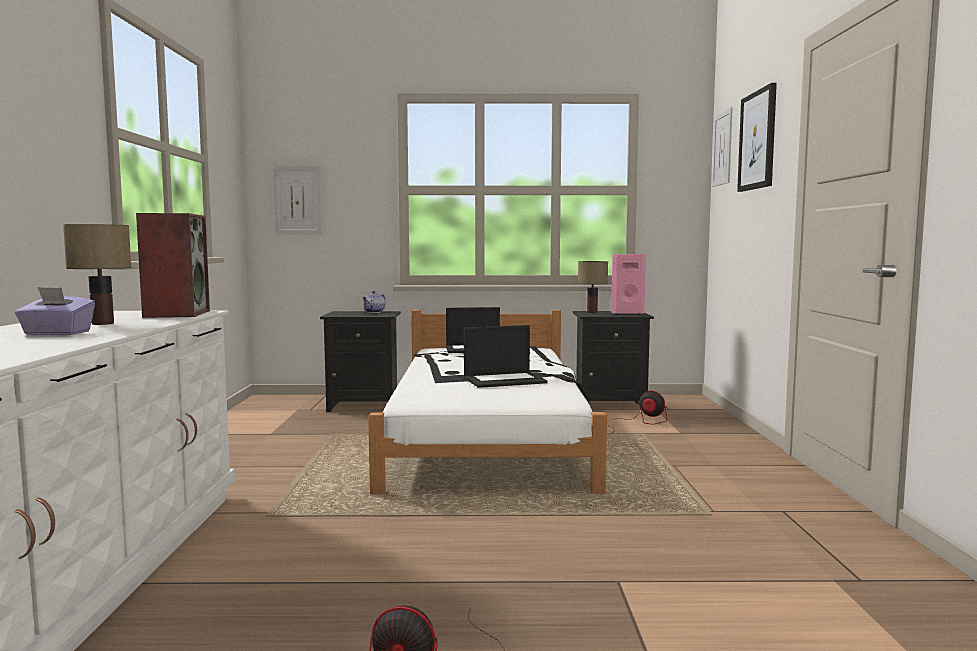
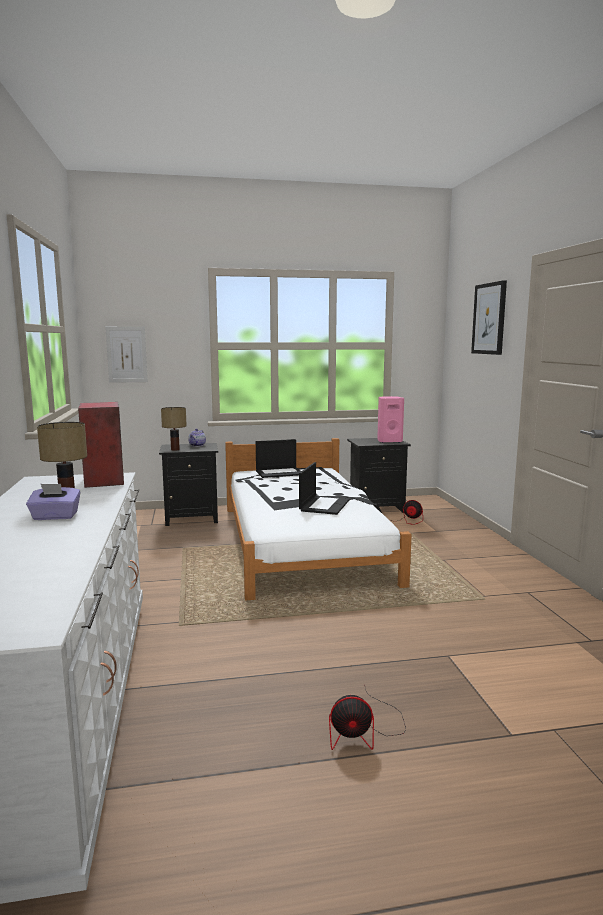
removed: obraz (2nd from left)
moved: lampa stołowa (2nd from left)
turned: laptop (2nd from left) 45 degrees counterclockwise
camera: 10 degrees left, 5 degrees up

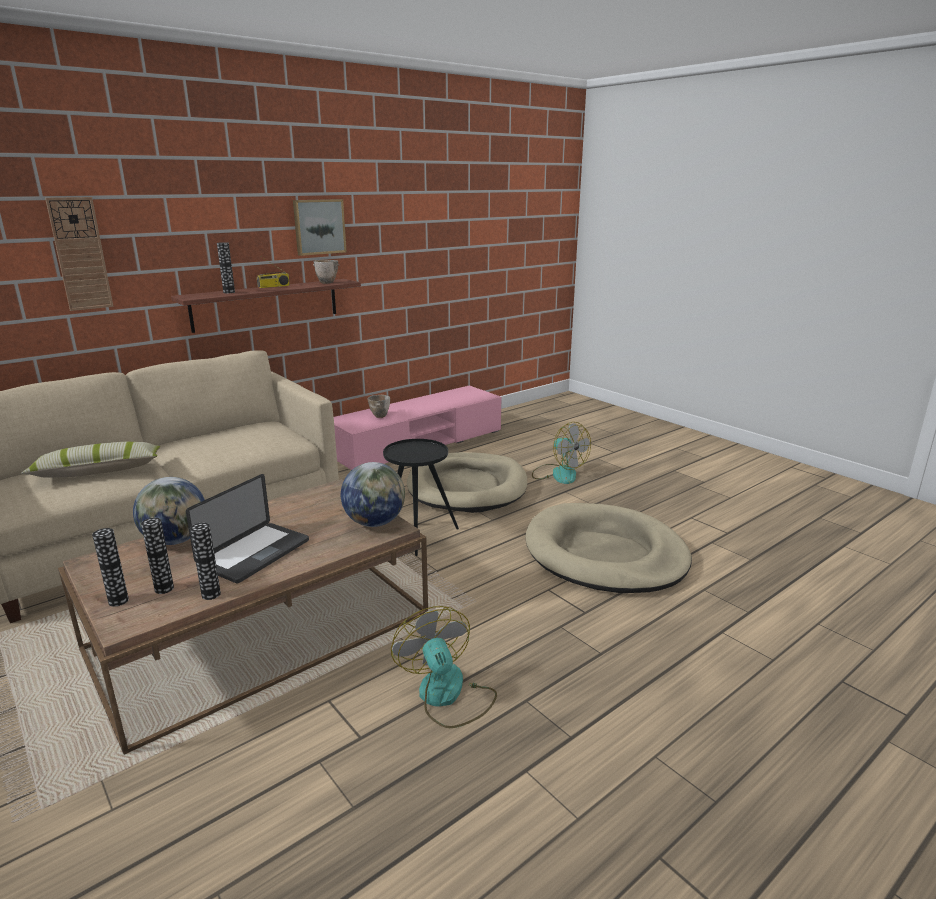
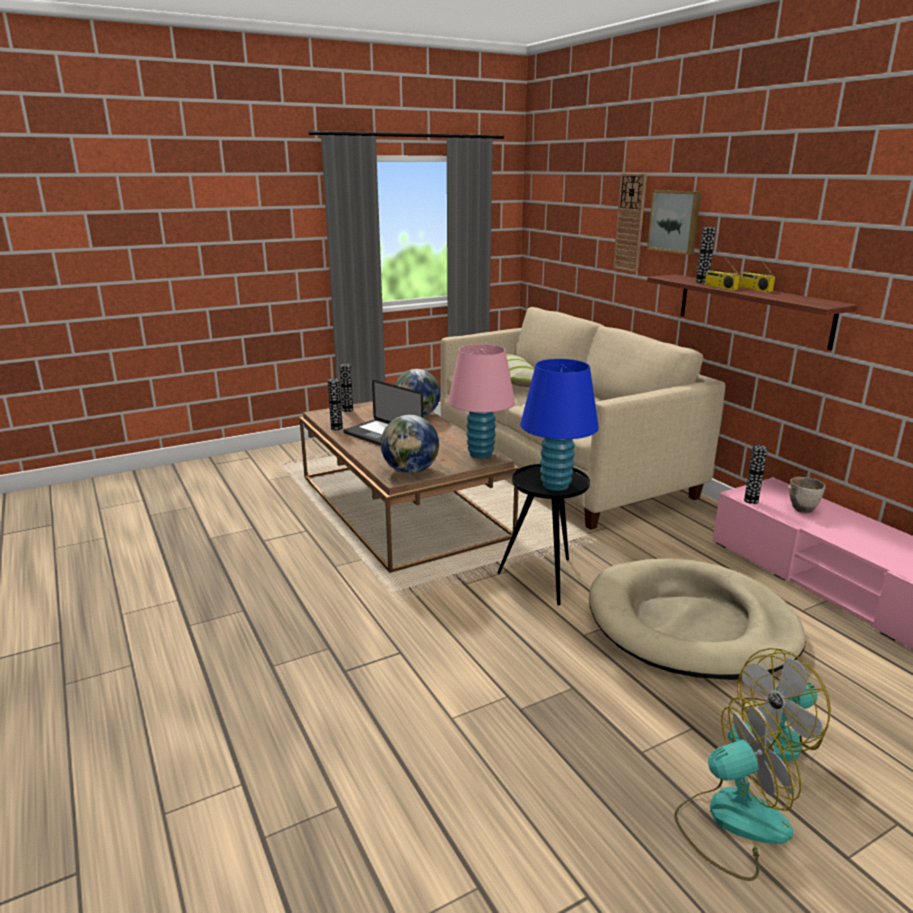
removed: miska (1st from left); legowisko/beżowy (2nd from left)
added: radio (1st from left); lampa stołowa/różowy; lampa stołowa/niebieski
moved: obraz; wazon (2nd from left in the first image) to wazon (4th from left); wentylator (1st from left)
camera: 100 degrees right, 0 degrees up

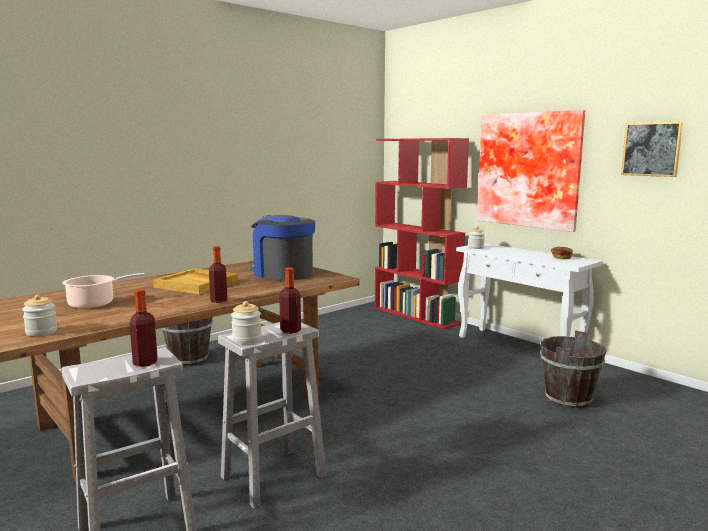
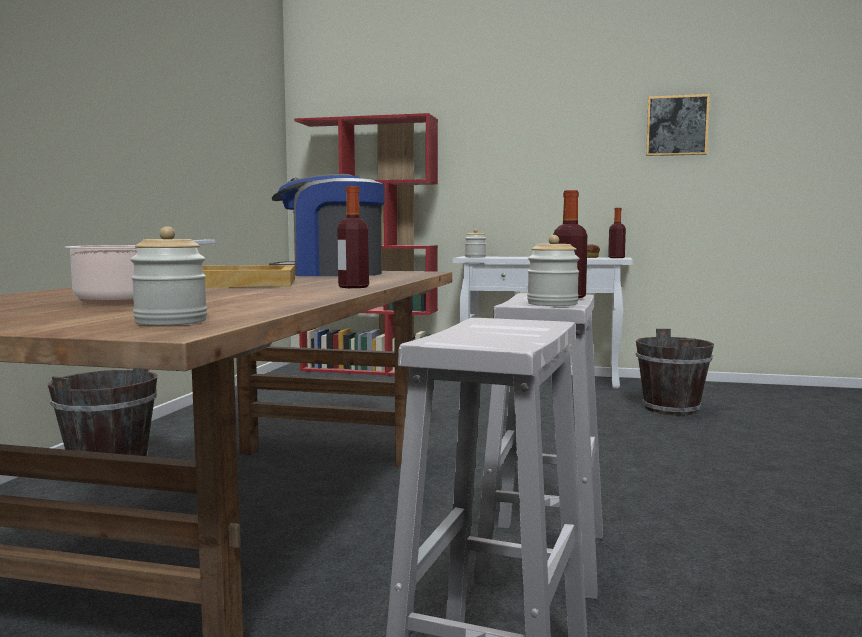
removed: obraz (1st from left)
moved: butelka (1st from left in the first image) to butelka (3rd from left)
camera: 35 degrees left, 5 degrees down

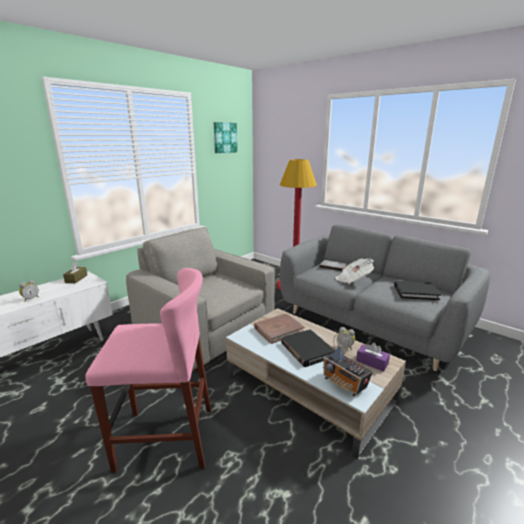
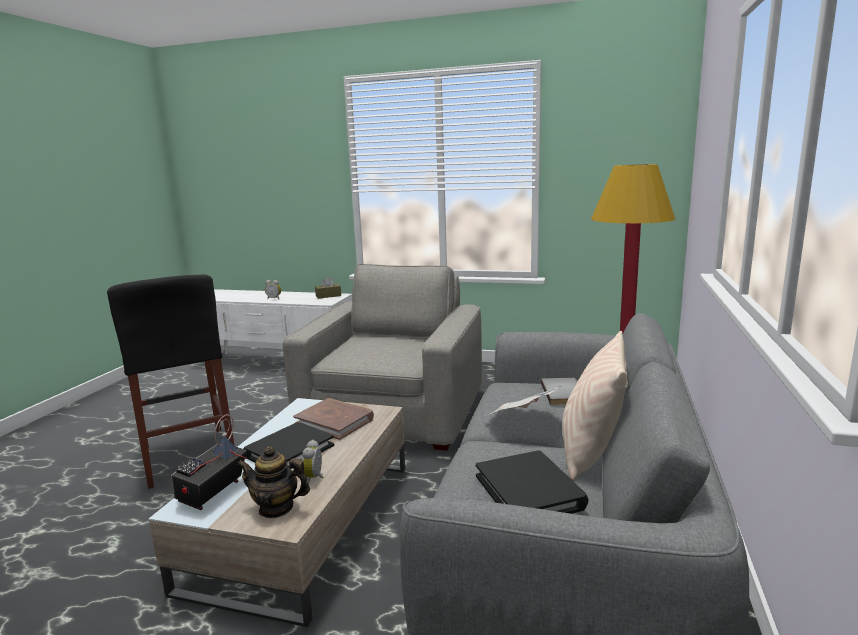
removed: obraz
added: poduszka/beżowy
replaced: pudełko chusteczek/fioletowy to imbryk
recoloured: stołek/różowy to stołek/czarny
camera: 65 degrees right, 5 degrees down

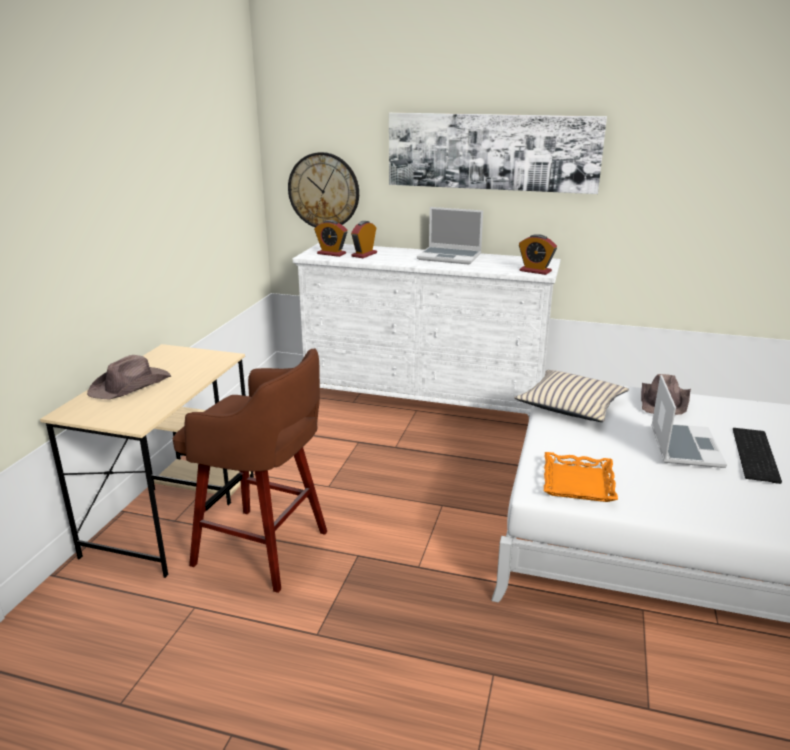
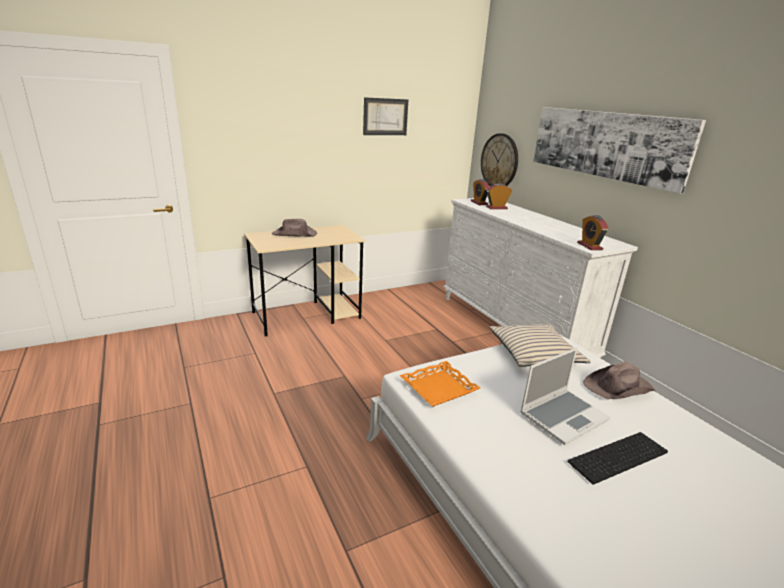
removed: laptop (1st from left); stołek/brązowy
added: obraz (1st from left)
camera: 45 degrees right, 0 degrees up

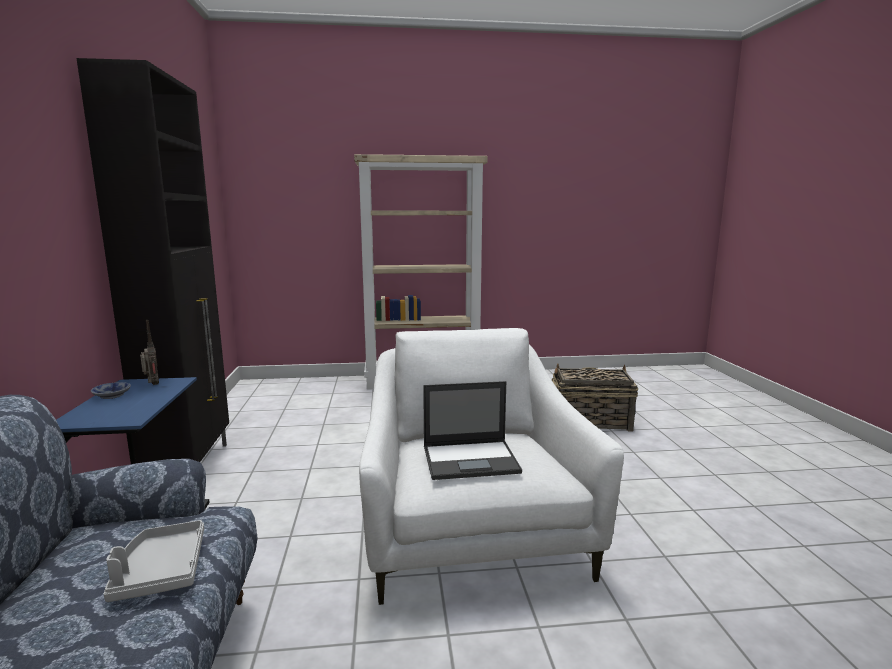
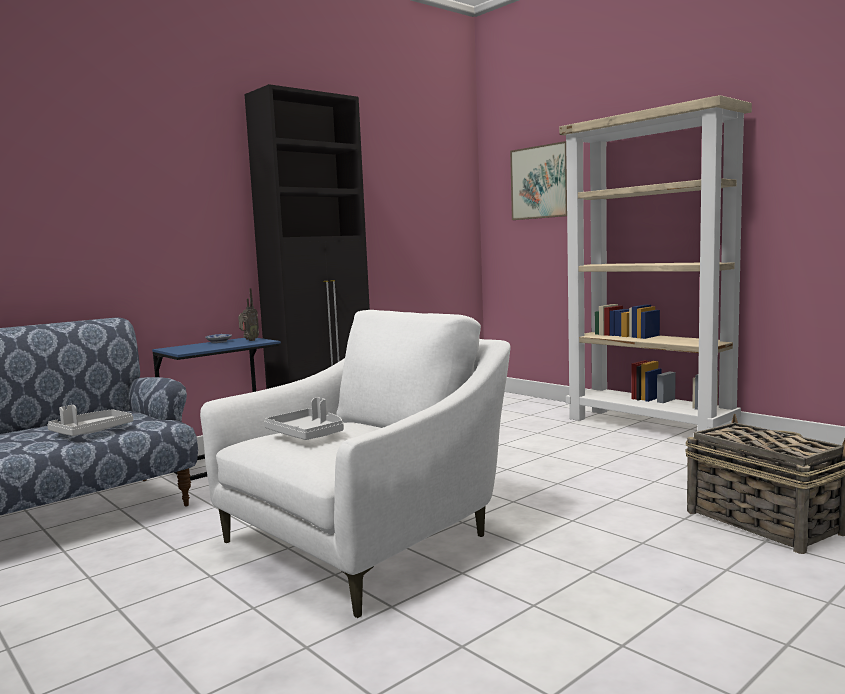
added: obraz
replaced: laptop to taca/szary (2nd from left)
camera: 55 degrees right, 5 degrees down

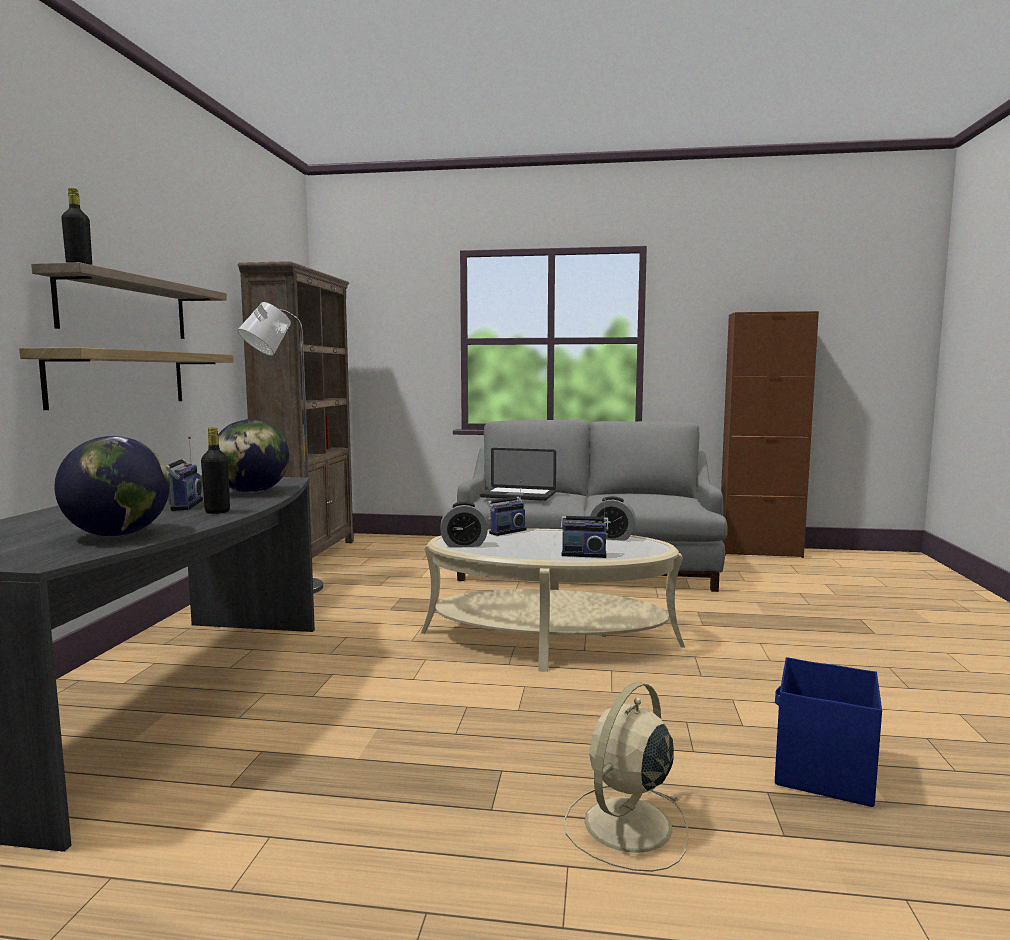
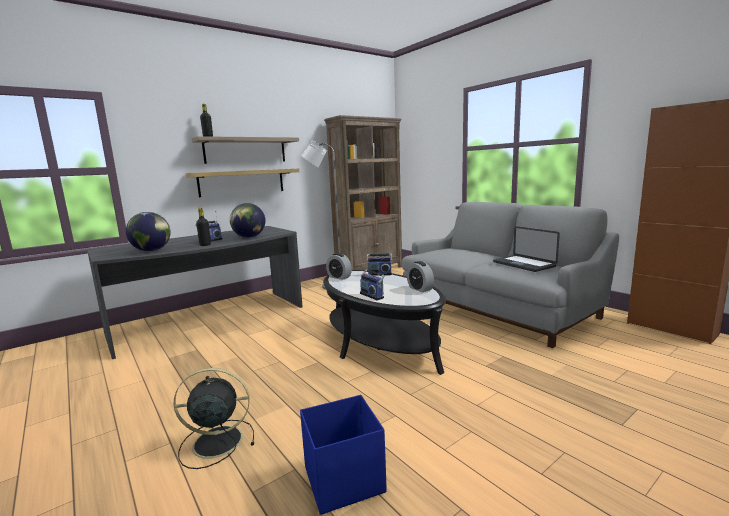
moved: laptop
recoloured: ława/beżowy to ława/czarny; wentylator/beżowy to wentylator/czarny
camera: 45 degrees right, 5 degrees up

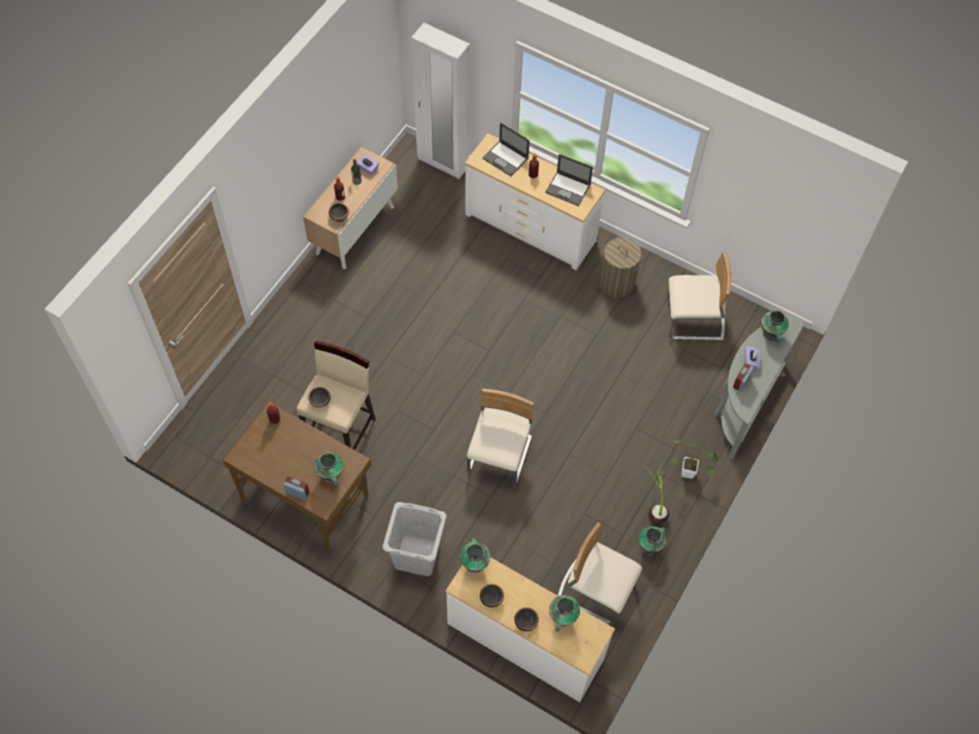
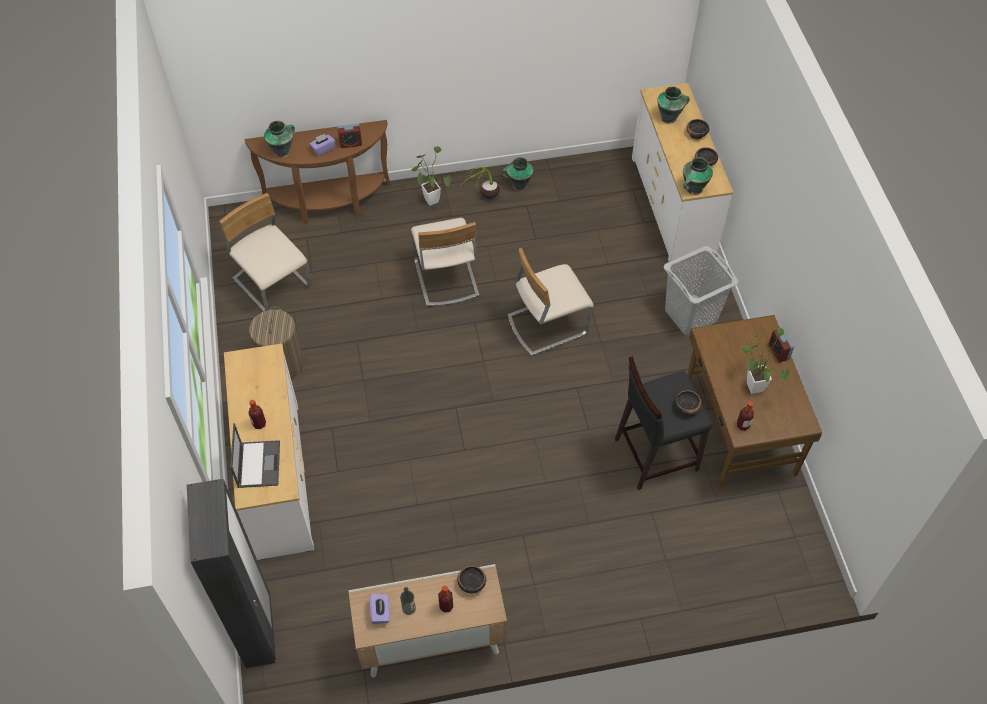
removed: laptop (2nd from left); wazon (1st from left)
added: roślina doniczkowa (3rd from left)
moved: krzesło/beżowy (2nd from left)
recoloured: szafa/biały to szafa/czarny; stolik konsolowy/szary to stolik konsolowy/brązowy; stołek/beżowy to stołek/czarny
camera: 130 degrees left, 5 degrees down

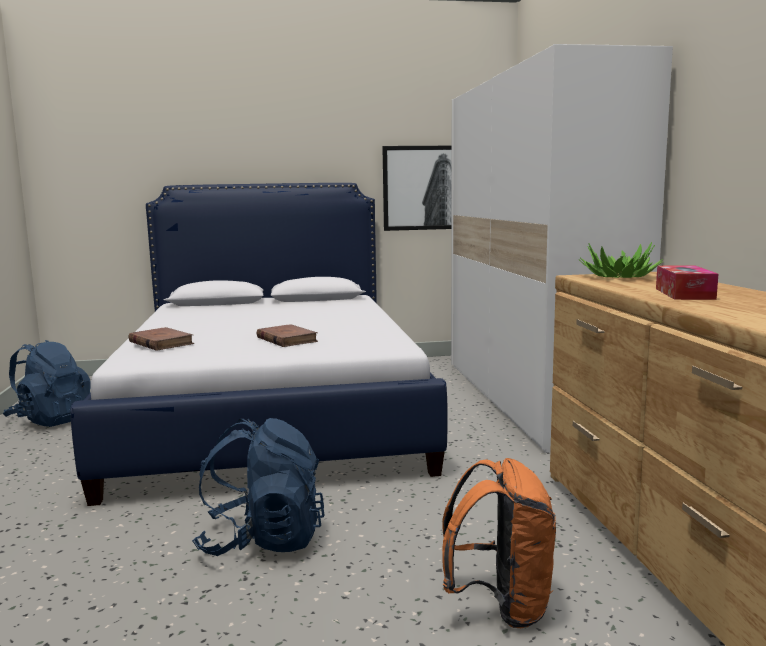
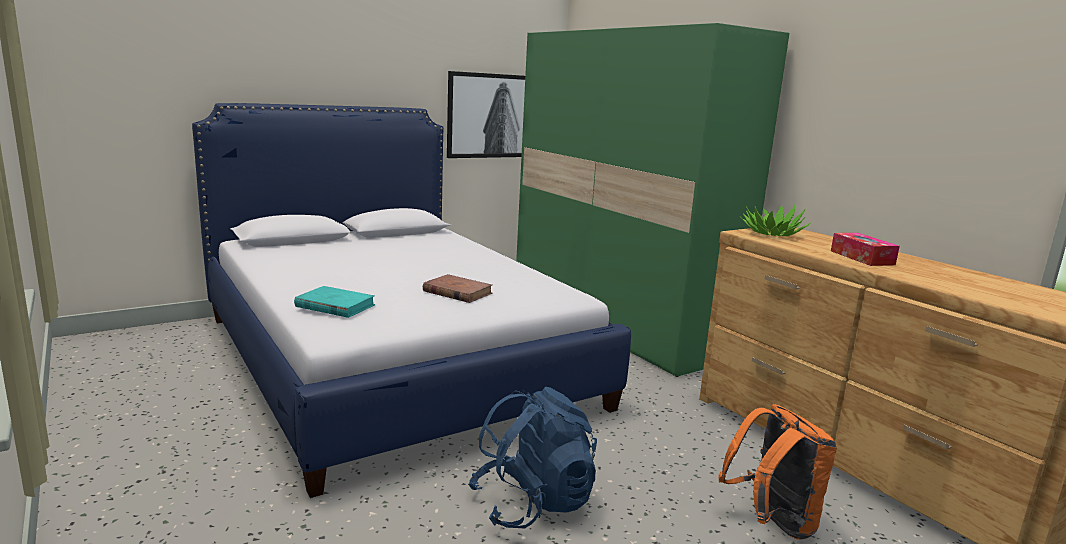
removed: plecak/niebieski (1st from left)
recoloured: szafa/biały to szafa/zielony; książka/brązowy (1st from left) to książka/turkusowy
camera: 25 degrees left, 5 degrees up

